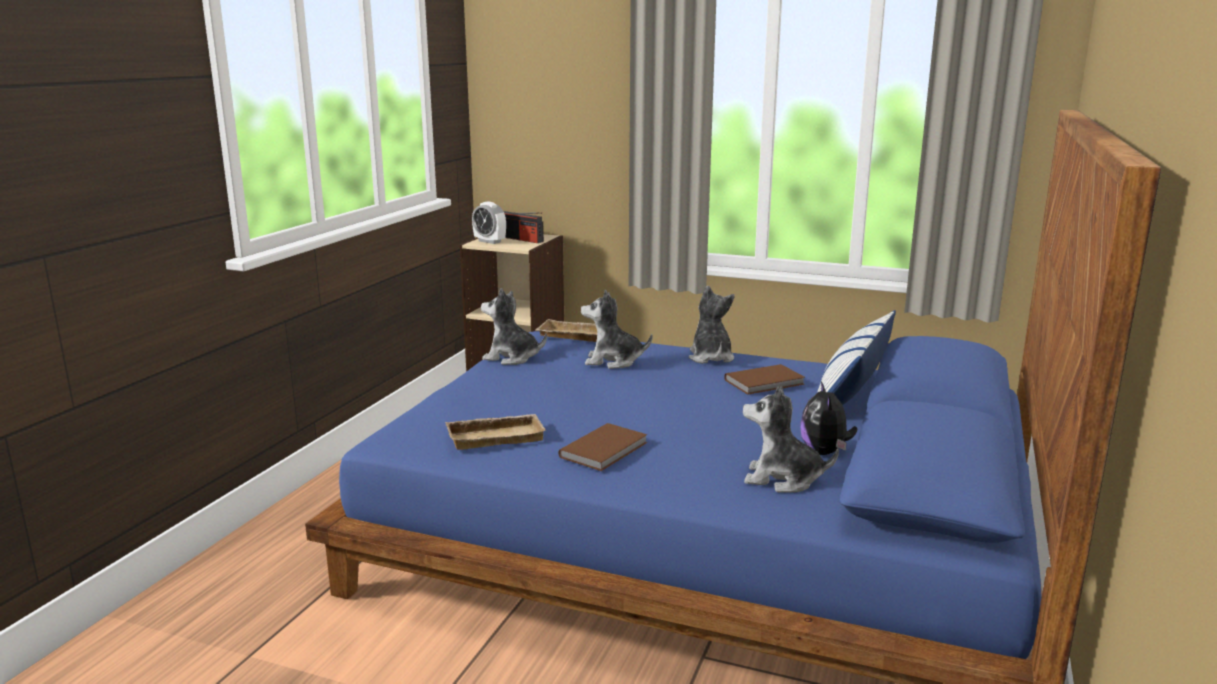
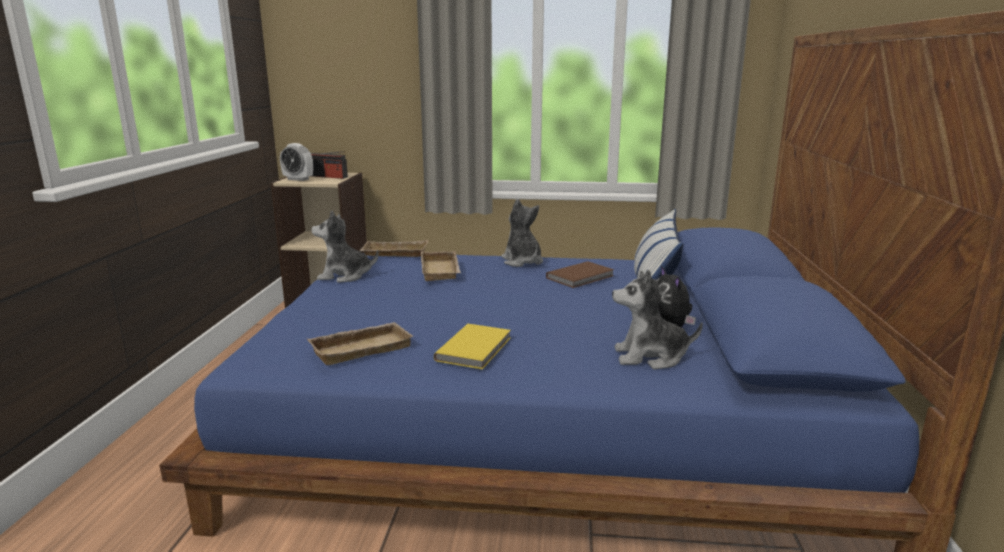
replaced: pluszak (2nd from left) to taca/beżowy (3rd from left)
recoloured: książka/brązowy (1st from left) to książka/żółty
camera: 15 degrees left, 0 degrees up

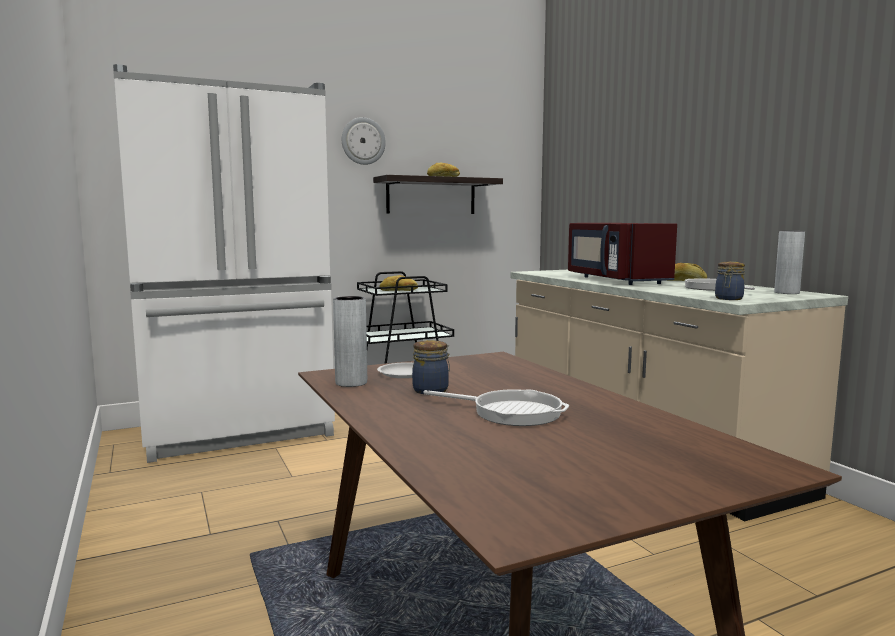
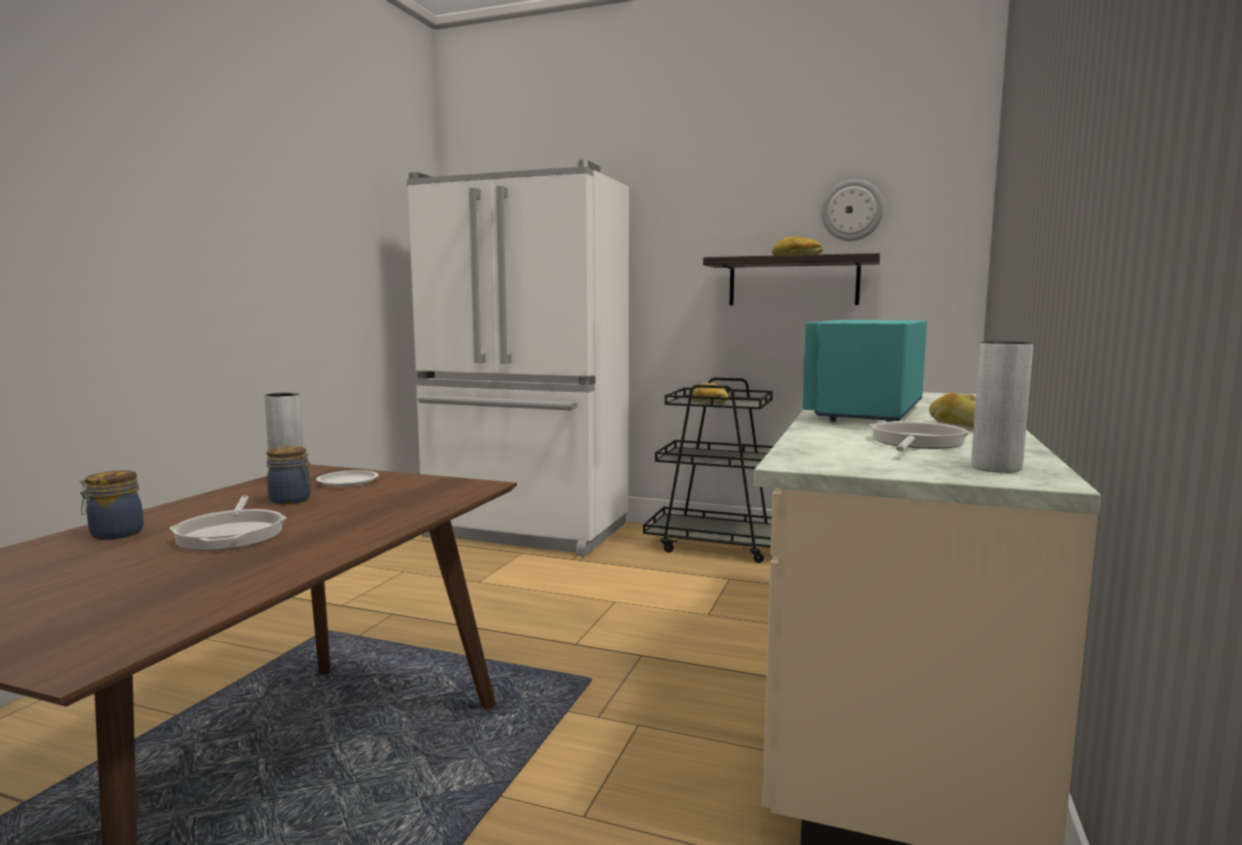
moved: zegar ścienny; słoik (2nd from left in the first image) to słoik (1st from left)
recoloured: mikrofalówka/czerwony to mikrofalówka/turkusowy
camera: 45 degrees right, 0 degrees up

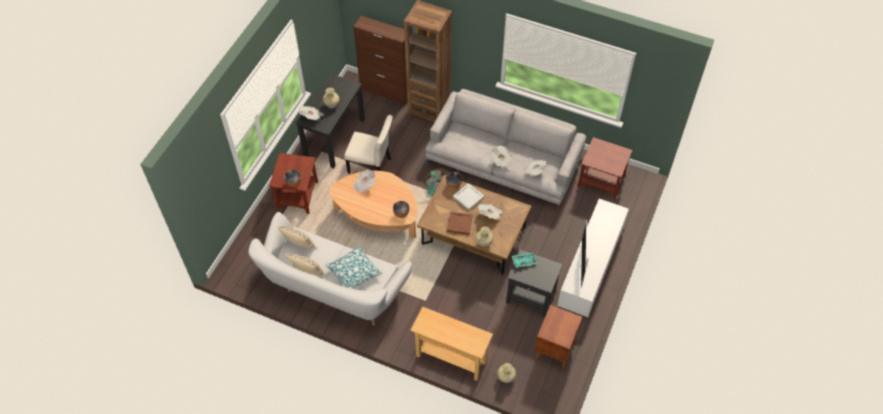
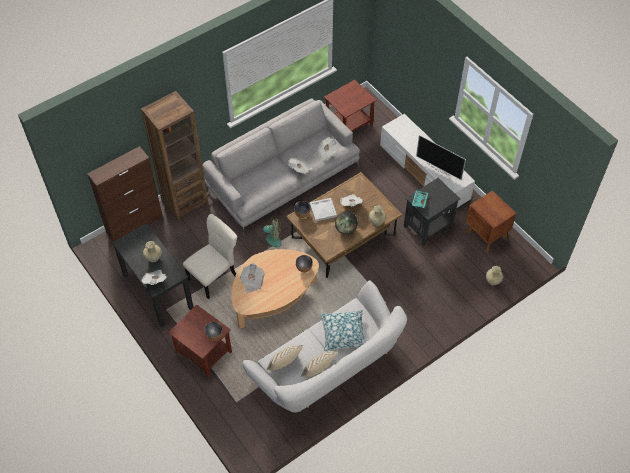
removed: stolik konsolowy/beżowy
replaced: taca/brązowy to globus
camera: 60 degrees left, 0 degrees up

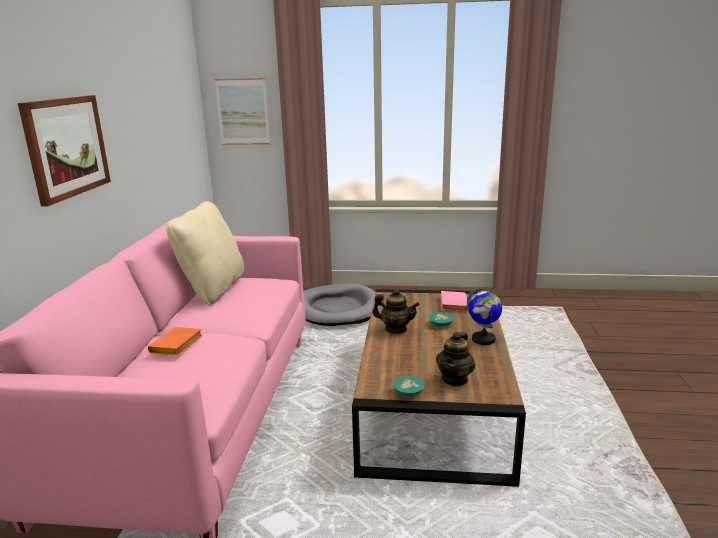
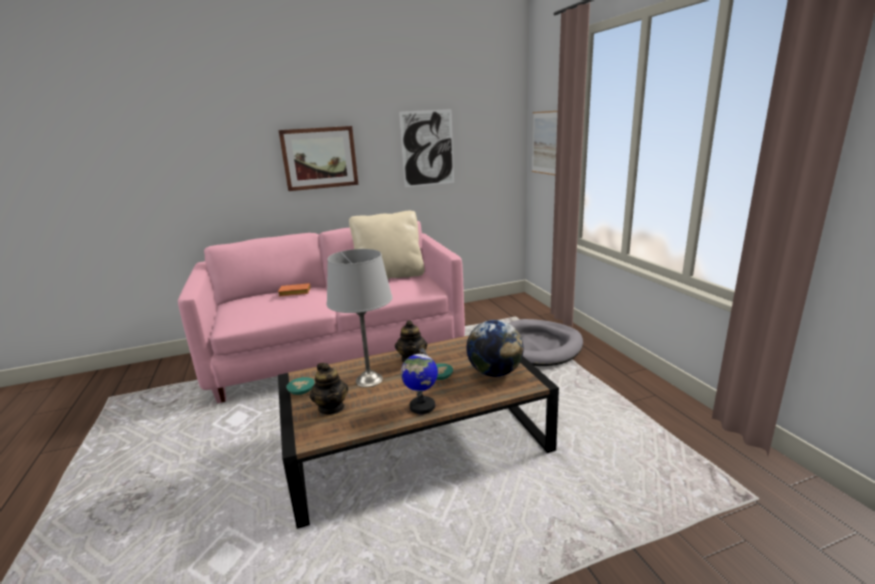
added: obraz (2nd from left); lampa stołowa/szary
replaced: książka/różowy to globus (2nd from left)
turned: imbryk (2nd from left in the first image) 120 degrees counterclockwise
camera: 65 degrees right, 0 degrees up

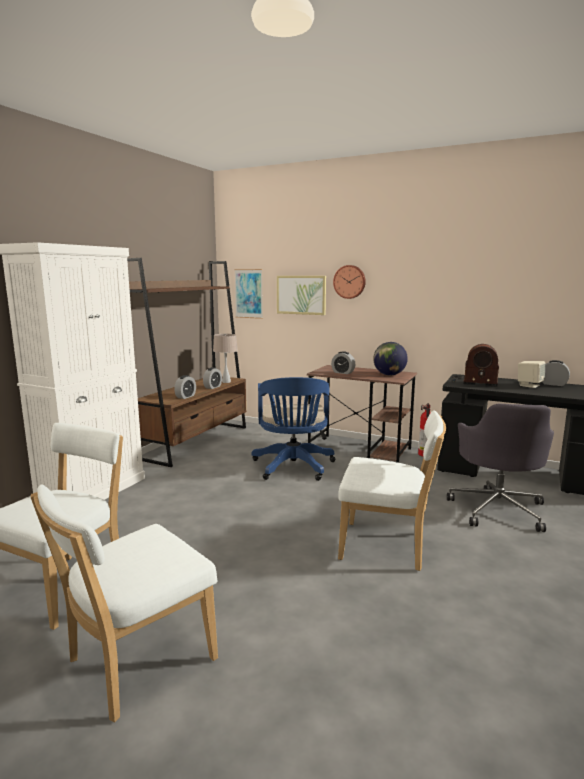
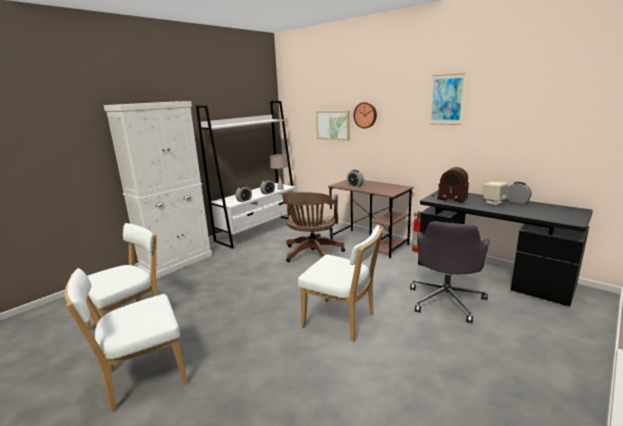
removed: globus
moved: obraz (1st from left in the first image) to obraz (2nd from left)
recoloured: regał/brązowy to regał/biały; krzesło biurowe/niebieski to krzesło biurowe/brązowy
camera: 15 degrees right, 5 degrees up

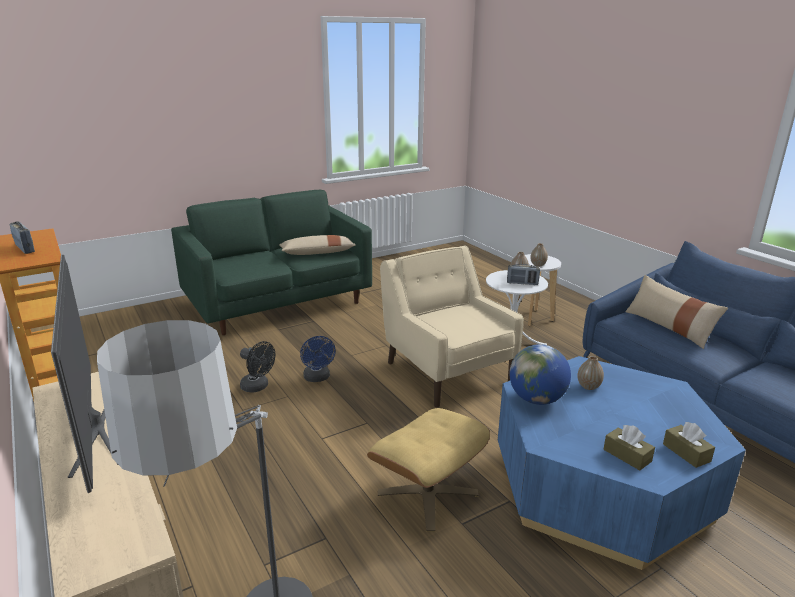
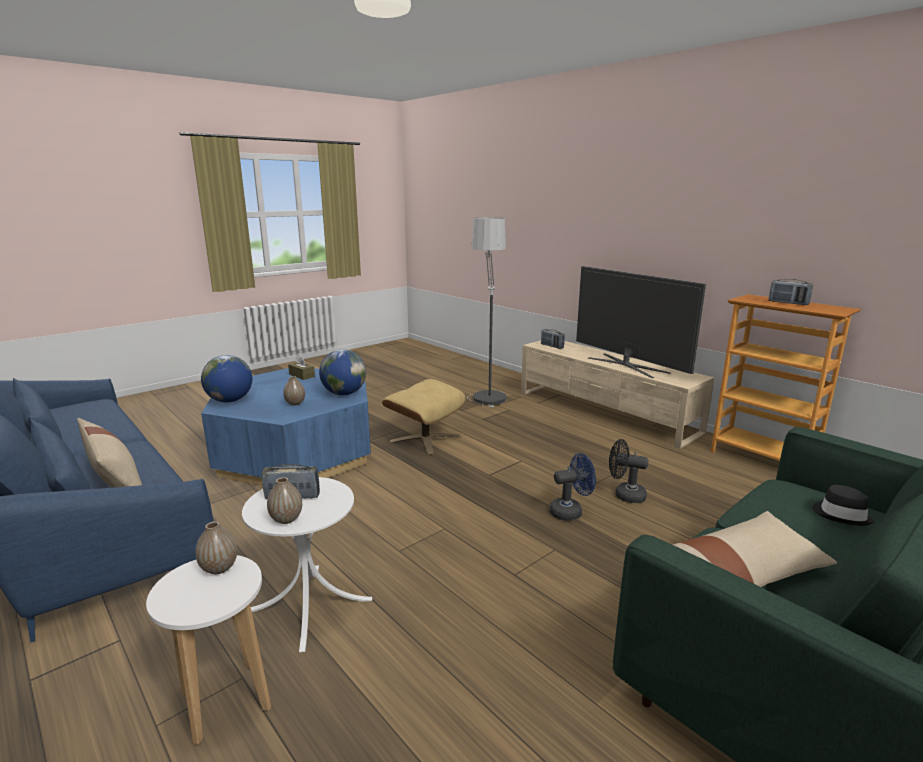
removed: fotel/beżowy; pudełko chusteczek/brązowy (2nd from left)
added: radio (2nd from left); globus (1st from left); kapelusz/czarny
turned: wentylator/niebieski 105 degrees clockwise
camera: 170 degrees right, 5 degrees down

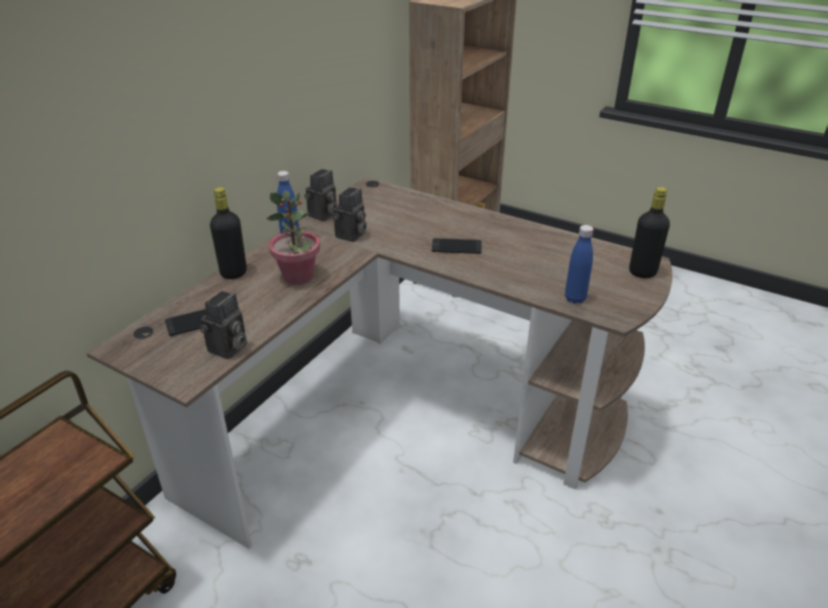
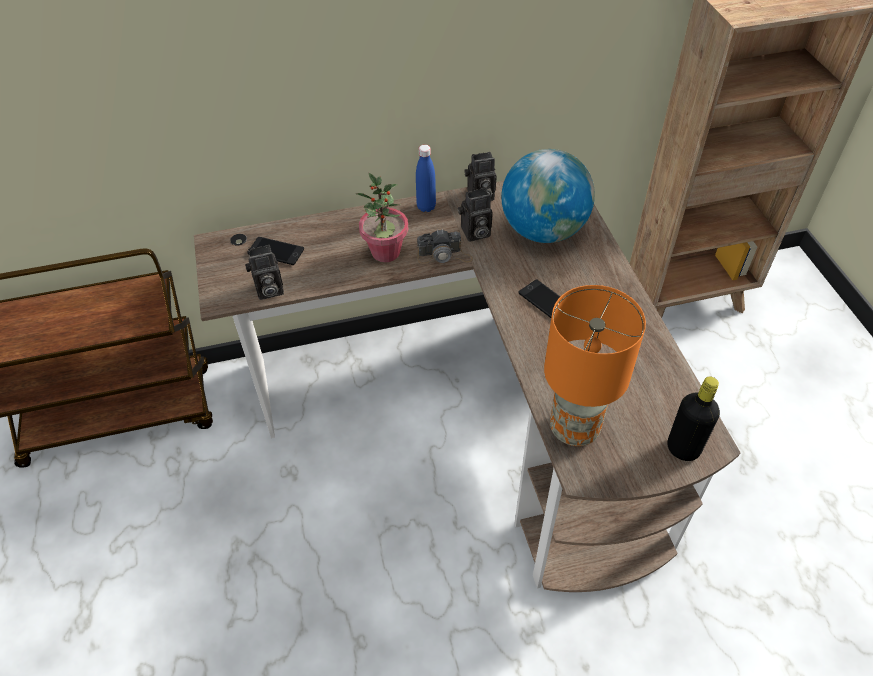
removed: butelka/czarny (1st from left)
added: globus; aparat fotograficzny (2nd from left)
replaced: butelka/niebieski (2nd from left) to lampa stołowa/pomarańczowy
camera: 45 degrees right, 15 degrees up

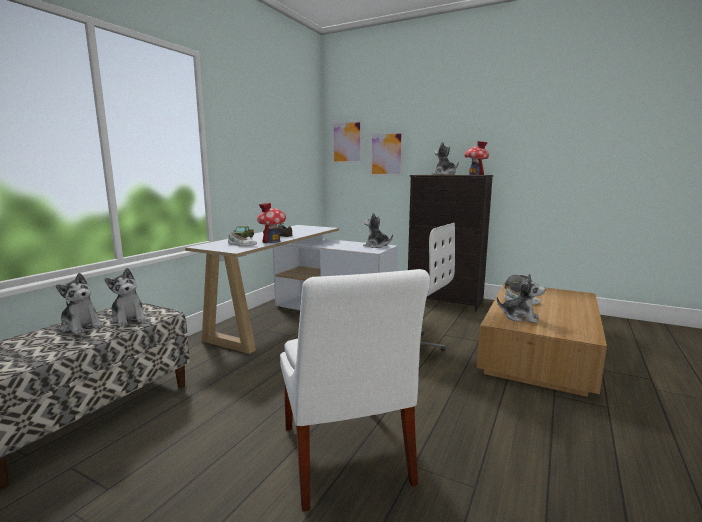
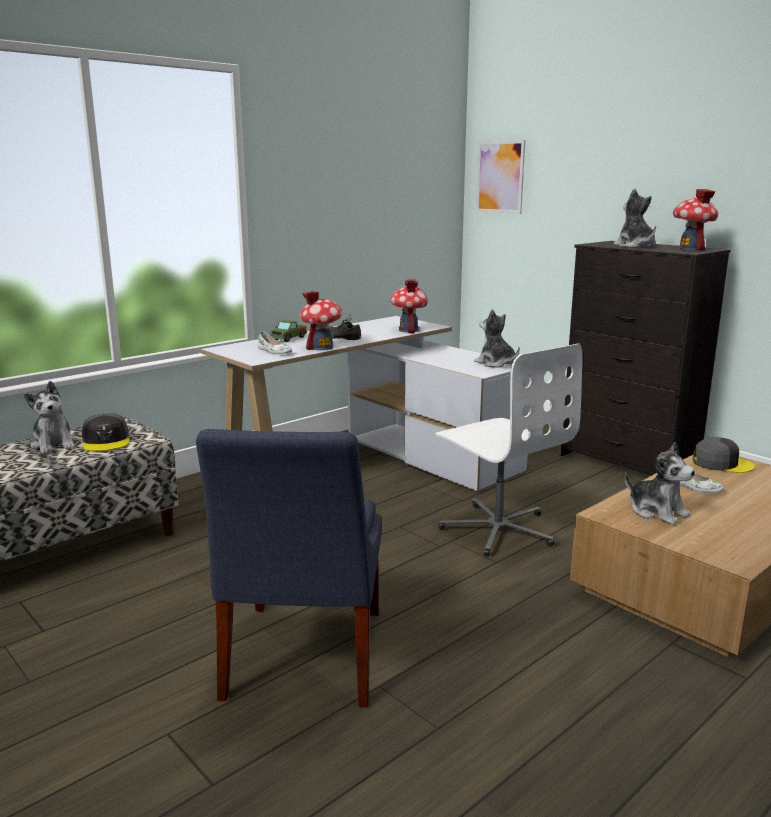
removed: obraz (2nd from left)
added: domek (2nd from left)
replaced: pluszak (2nd from left) to czapka z daszkiem/szary (1st from left)
recoloured: krzesło/biały to krzesło/niebieski
camera: 20 degrees right, 5 degrees up

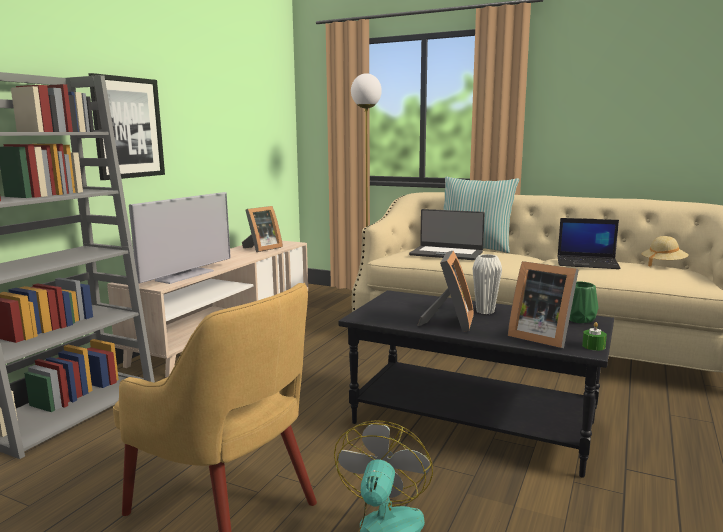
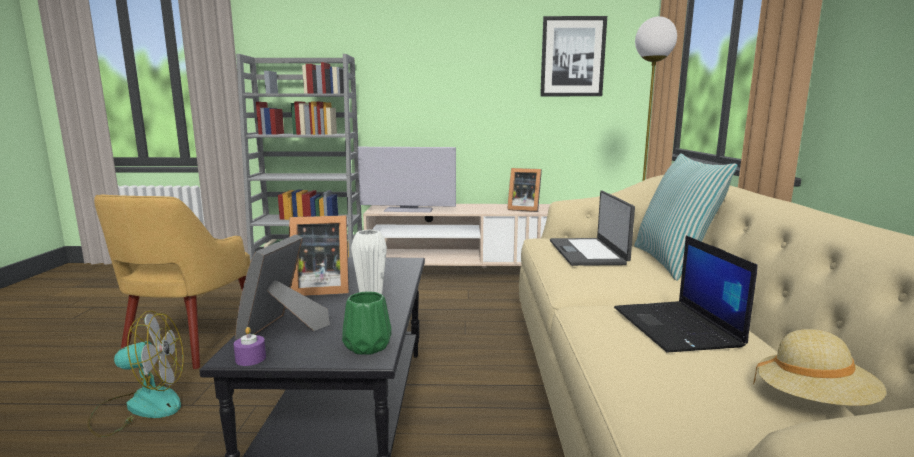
moved: obraz
recoloured: świeca/zielony to świeca/fioletowy
camera: 65 degrees right, 0 degrees up

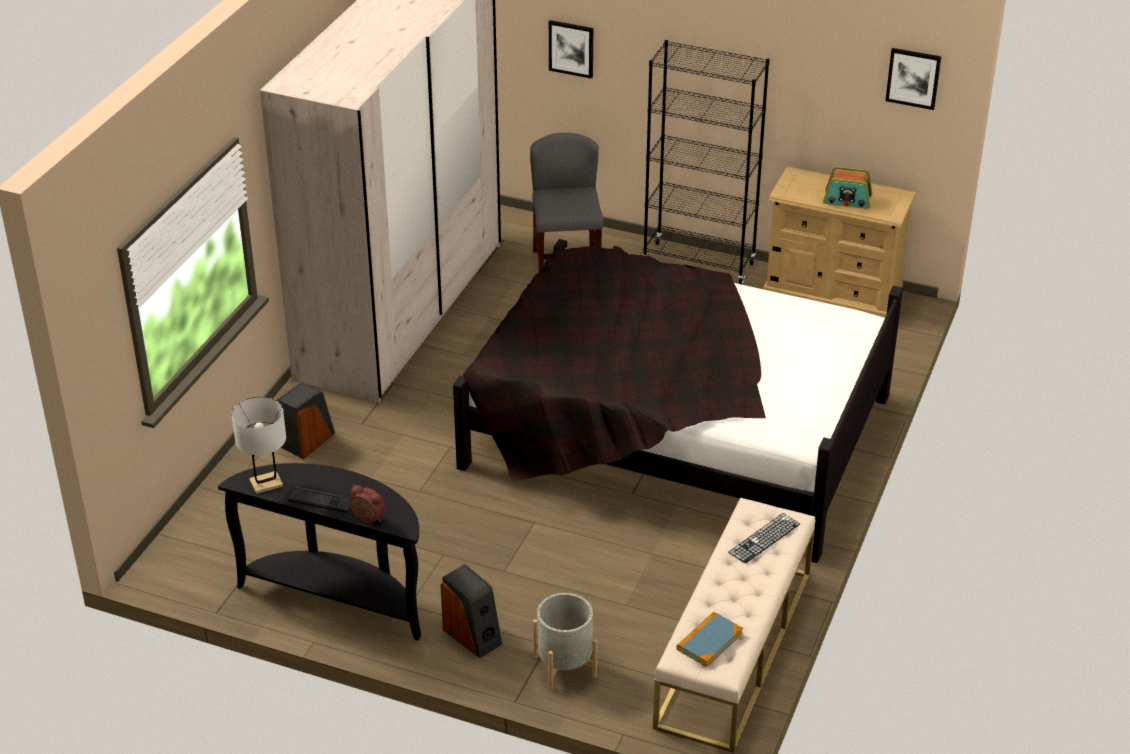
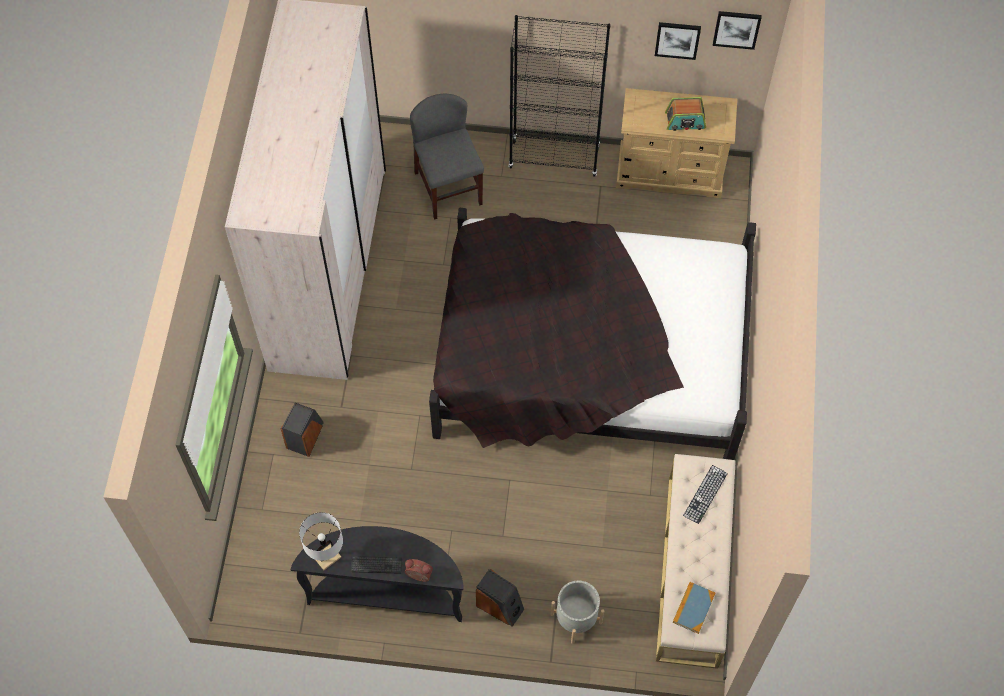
moved: obraz (1st from left)
camera: 15 degrees left, 25 degrees up

